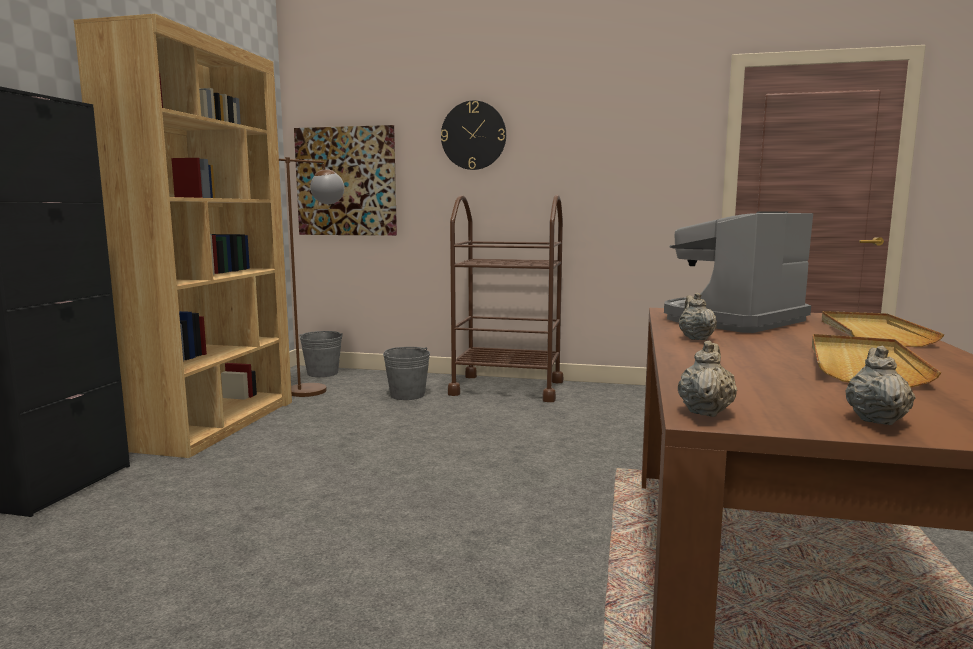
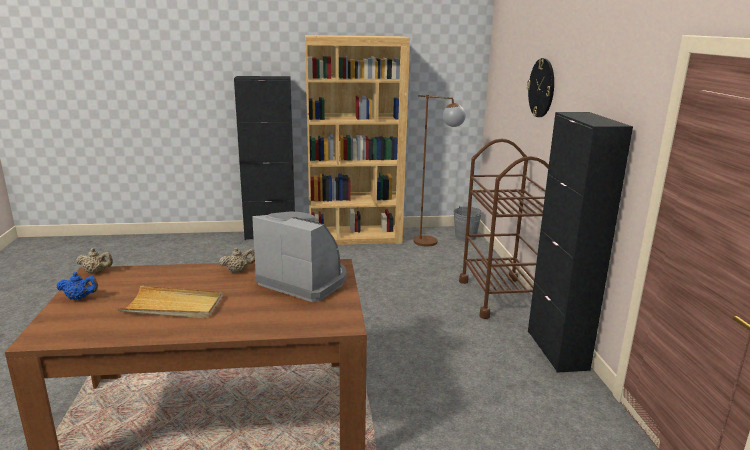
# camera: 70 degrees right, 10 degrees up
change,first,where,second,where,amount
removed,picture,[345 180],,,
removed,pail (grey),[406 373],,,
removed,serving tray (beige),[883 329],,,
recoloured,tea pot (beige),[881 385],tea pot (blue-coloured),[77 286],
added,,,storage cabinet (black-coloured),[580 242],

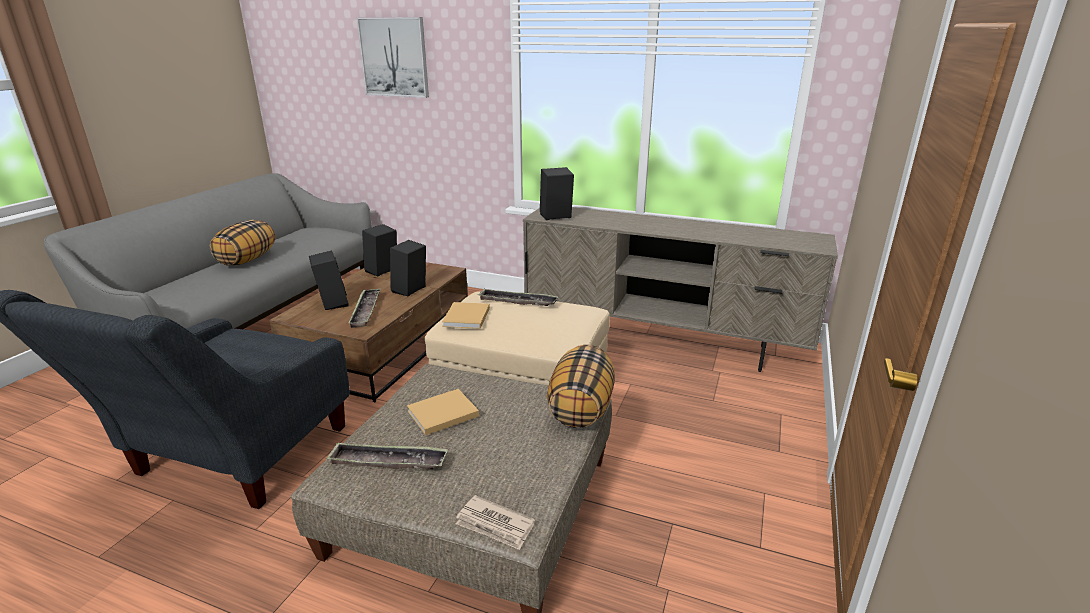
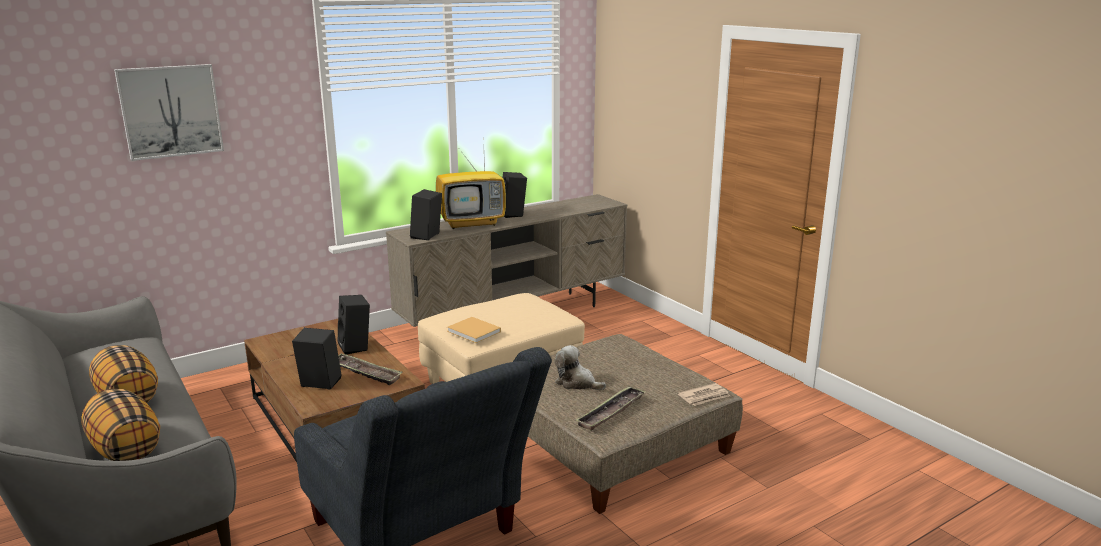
# camera: 55 degrees left, 5 degrees down
change,first,where,second,where,amount
moved,audio speaker (black-coloured),[379 250],,[515 195],
replaced,volume (beige),[443 412],cuddly toy,[580 367],
removed,serving tray,[517 297],,,
moved,throw pillow,[581 386],,[121 425],
added,,,television,[471 187],

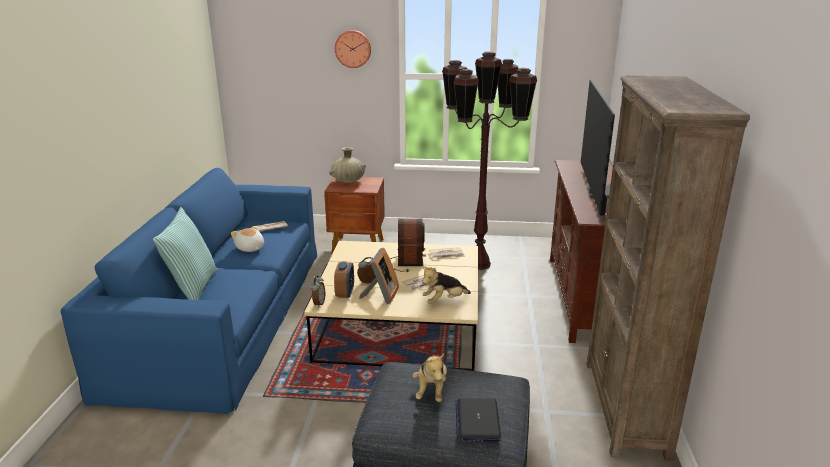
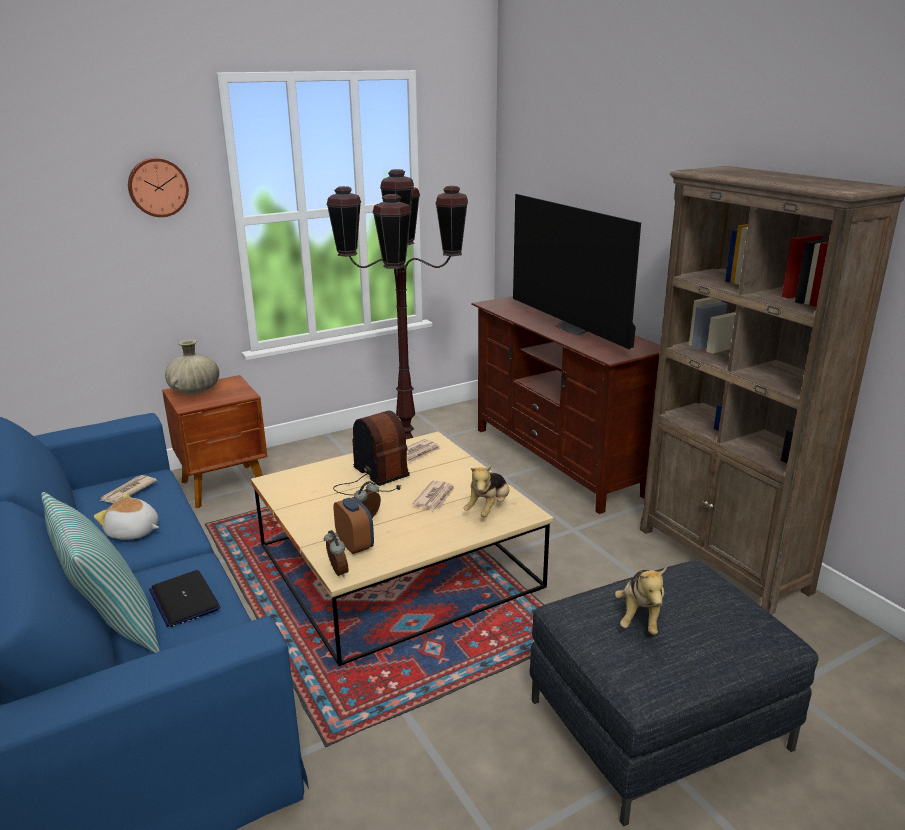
# camera: 35 degrees left, 0 degrees up
change,first,where,second,where,amount
removed,photo frame,[379 276],,,
turned,cuddly toy,[430 377],,[641 601],45 degrees clockwise
moved,portable computer,[478 419],,[184 598],

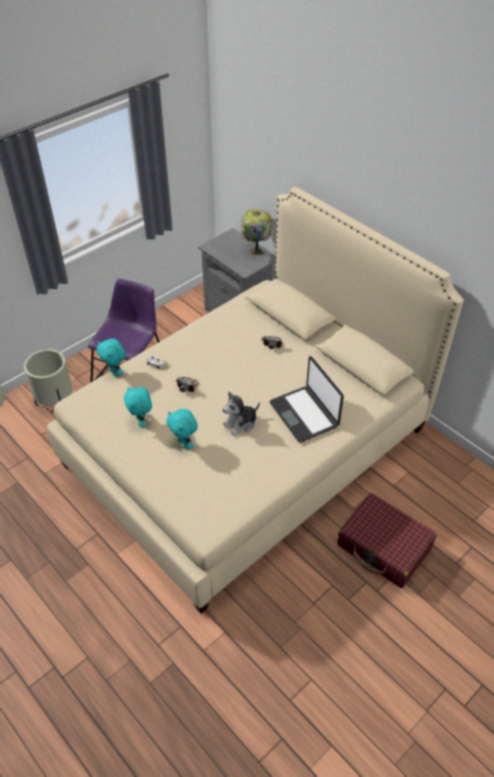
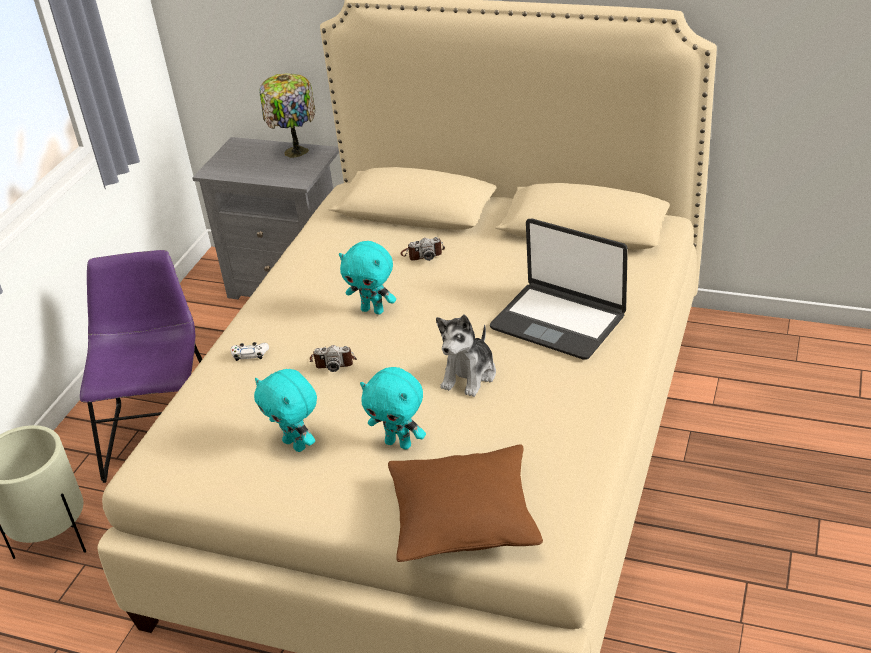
# camera: 25 degrees left, 10 degrees down
change,first,where,second,where,amount
moved,cuddly toy (blue-green),[111 358],,[367 277],
removed,travel case (reddish),[387 540],,,
added,,,throw pillow (brown-coloured),[465 503],

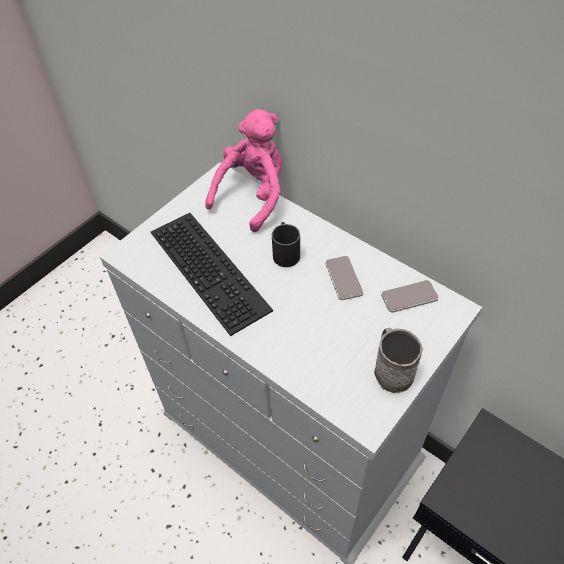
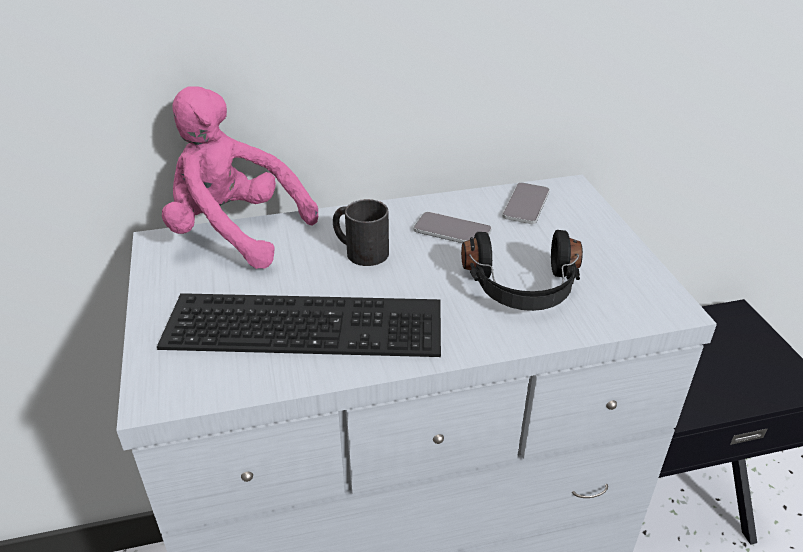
# camera: 55 degrees left, 15 degrees down
change,first,where,second,where,amount
turned,cuddly toy (pinkish),[243 170],,[240 177],45 degrees counterclockwise
removed,coffee mug (grey),[398 360],,,
added,,,headset (black-coloured),[522 270],

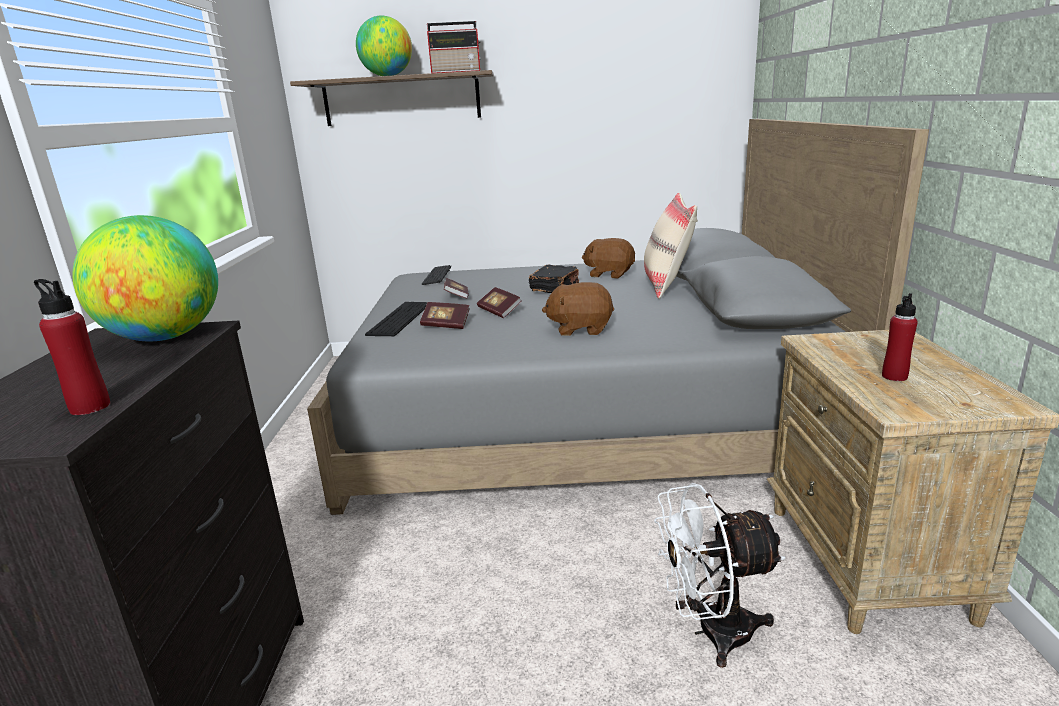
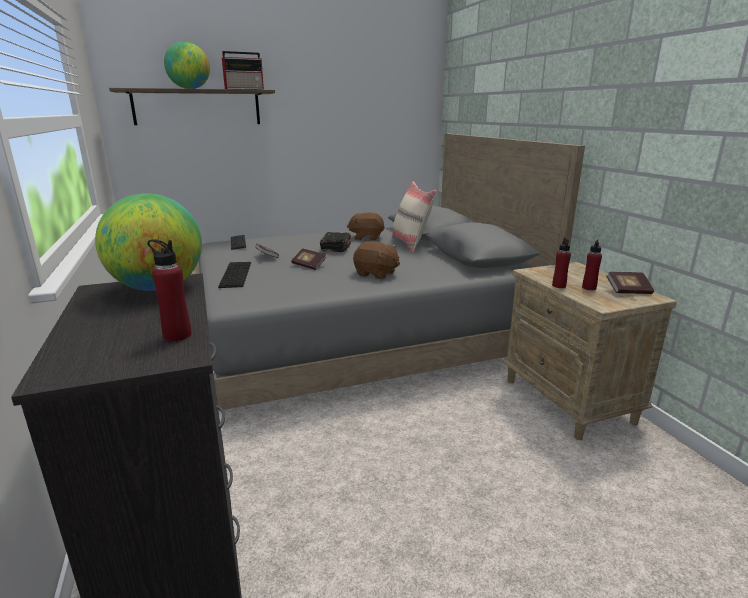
# camera: 20 degrees left, 0 degrees up
change,first,where,second,where,amount
moved,volume,[444 315],,[630 283],
turned,cuddly toy (brown-coloured),[578 309],,[376 260],135 degrees counterclockwise
removed,electric fan (white),[720 575],,,
added,,,beverage bottle (reddish),[561 263],

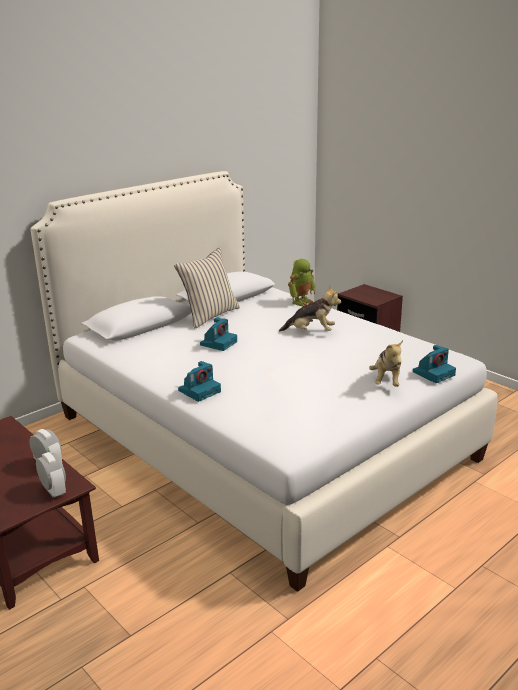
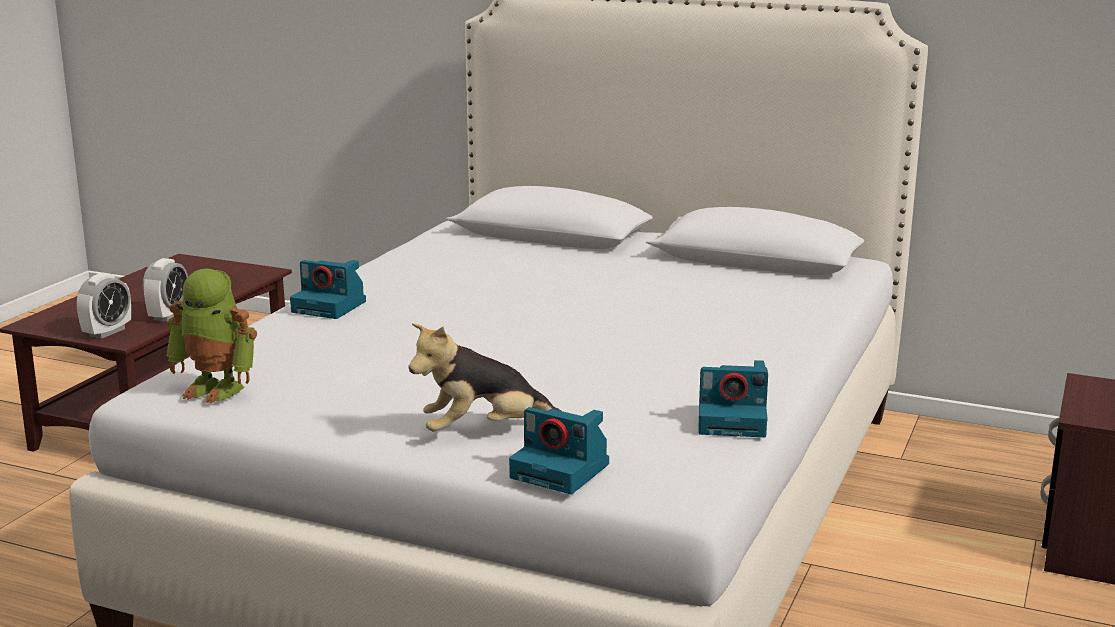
# camera: 65 degrees right, 5 degrees down
change,first,where,second,where,amount
removed,throw pillow (beige),[207 287],,,
moved,still camera,[218 334],,[733 398],
removed,cuddly toy,[310 309],,,
moved,model robot,[302 282],,[211 336],

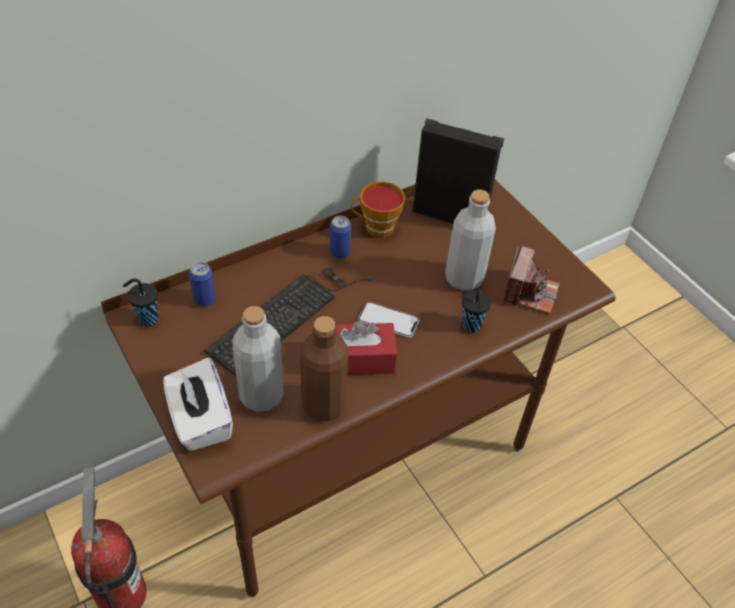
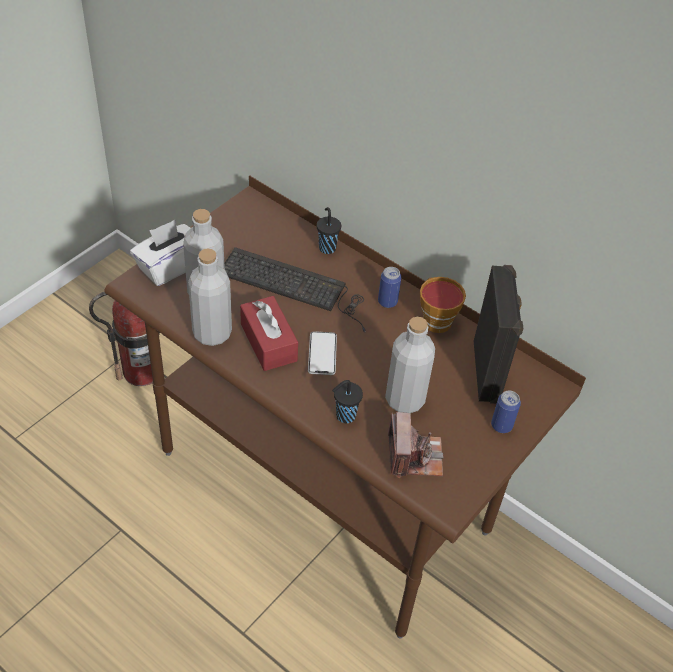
# camera: 70 degrees right, 0 degrees up
change,first,where,second,where,amount
moved,small cup (black-coloured),[141 302],,[329 230],
moved,metal can,[202 284],,[506 411],
recoloured,beverage bottle (brown-coloured),[324 368],beverage bottle (grey),[210 297],
turned,still camera,[531 280],,[416 445],90 degrees counterclockwise

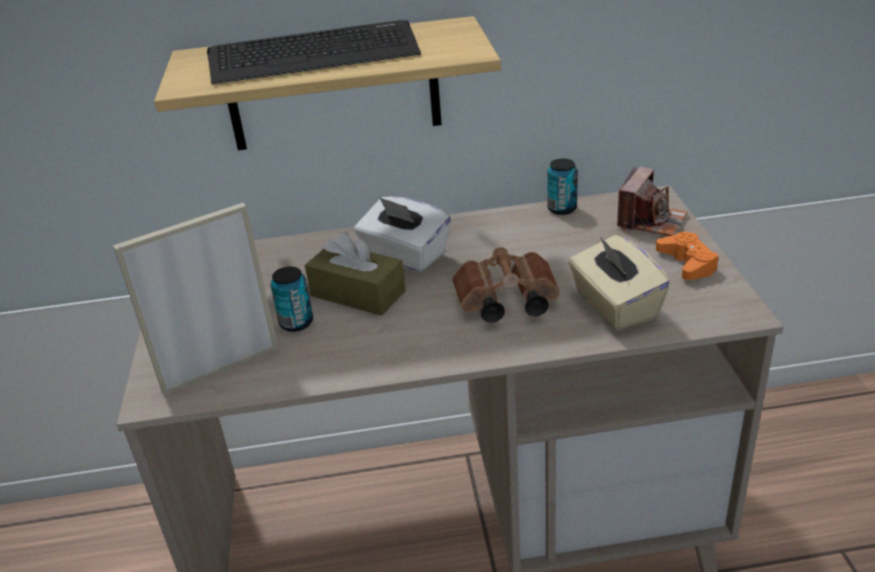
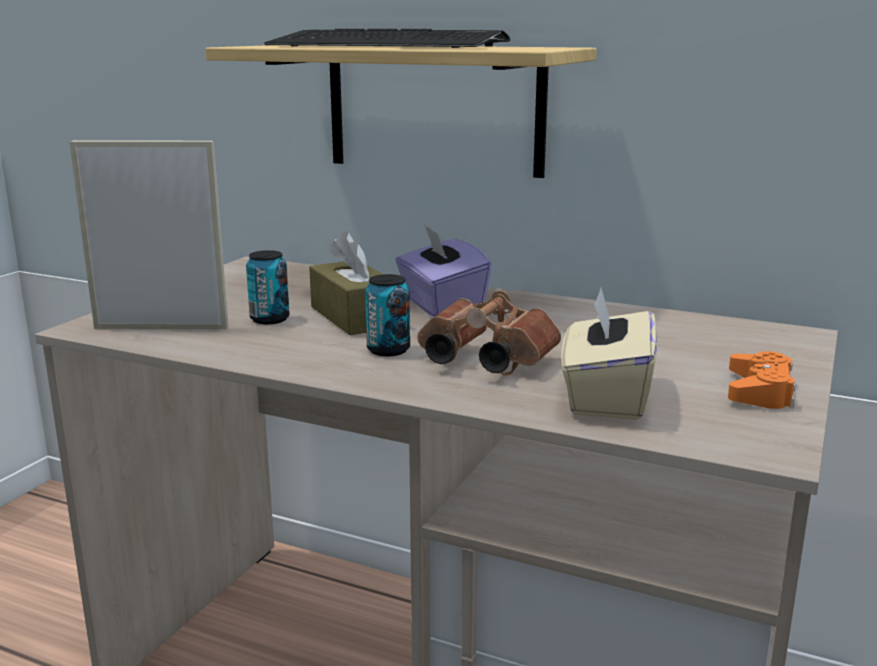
# camera: 30 degrees right, 15 degrees down
change,first,where,second,where,amount
recoloured,tissue holder (white),[402 234],tissue holder (purplish),[444 270],
moved,metal can,[562 187],,[387 315],
removed,still camera,[652 201],,,

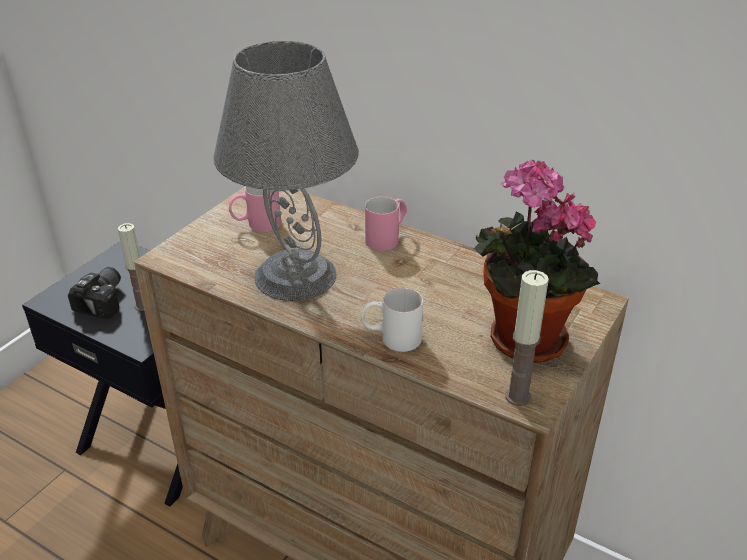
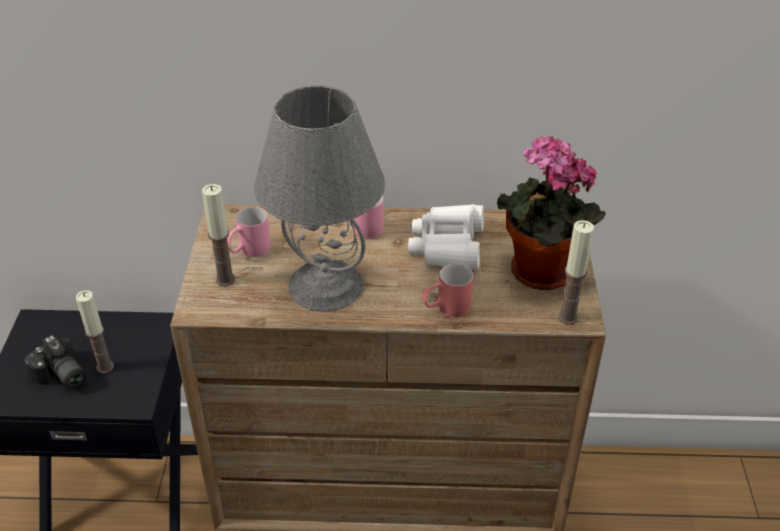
# camera: 30 degrees left, 5 degrees up
change,first,where,second,where,amount
turned,still camera,[94 293],,[55 361],150 degrees clockwise
recoloured,coffee mug (white),[392 320],coffee mug (reddish),[447 290],
added,,,candle,[218 235],
added,,,field glasses (white),[446 237],

